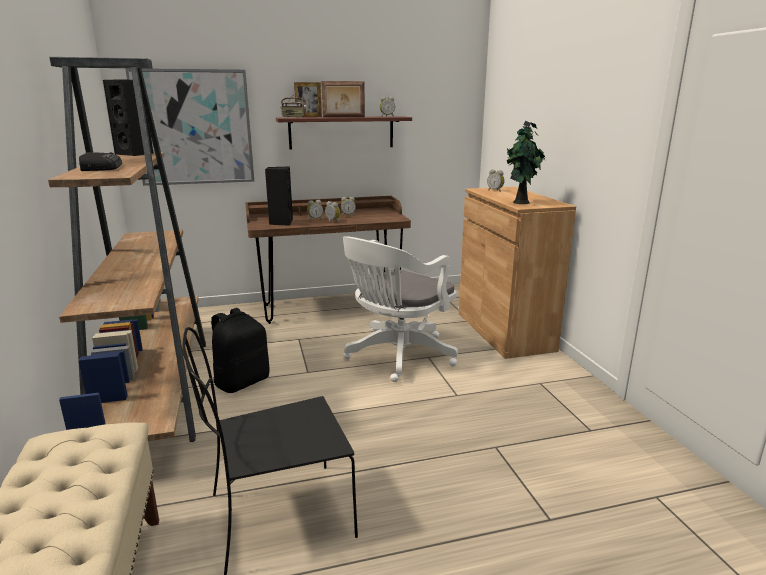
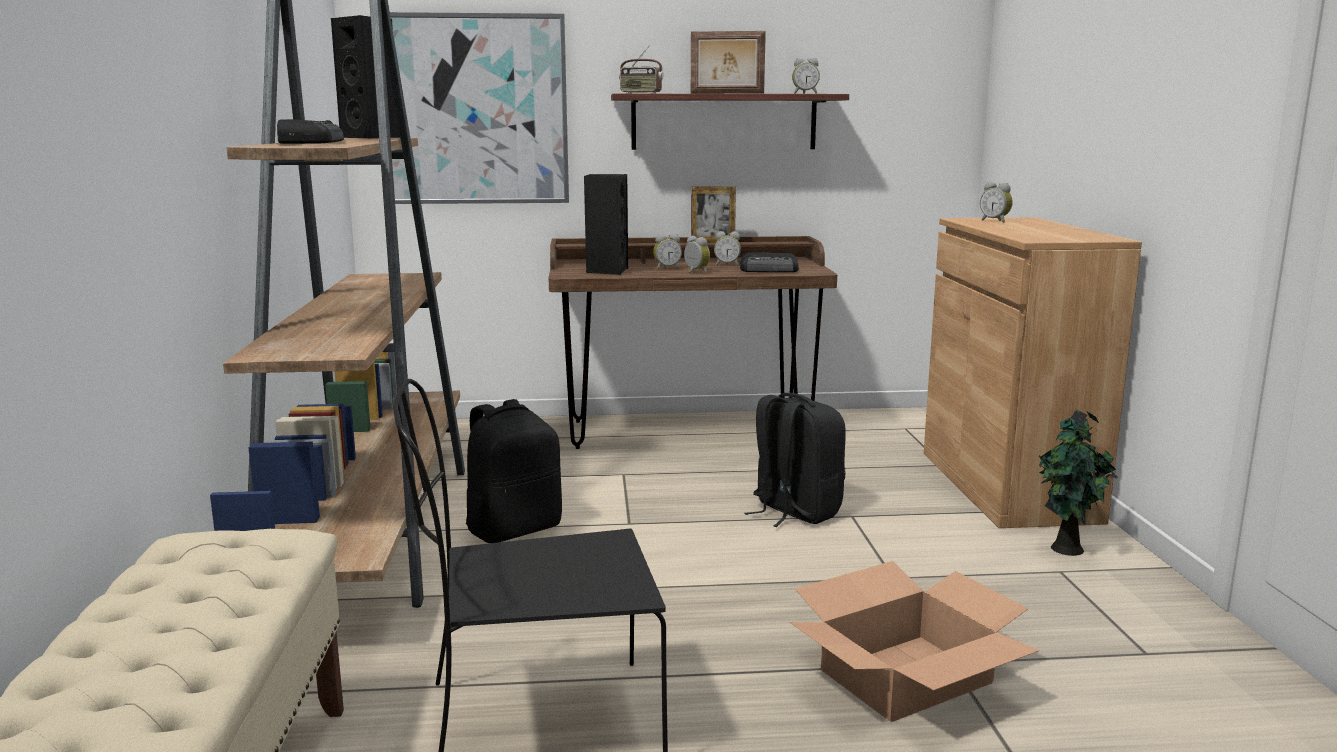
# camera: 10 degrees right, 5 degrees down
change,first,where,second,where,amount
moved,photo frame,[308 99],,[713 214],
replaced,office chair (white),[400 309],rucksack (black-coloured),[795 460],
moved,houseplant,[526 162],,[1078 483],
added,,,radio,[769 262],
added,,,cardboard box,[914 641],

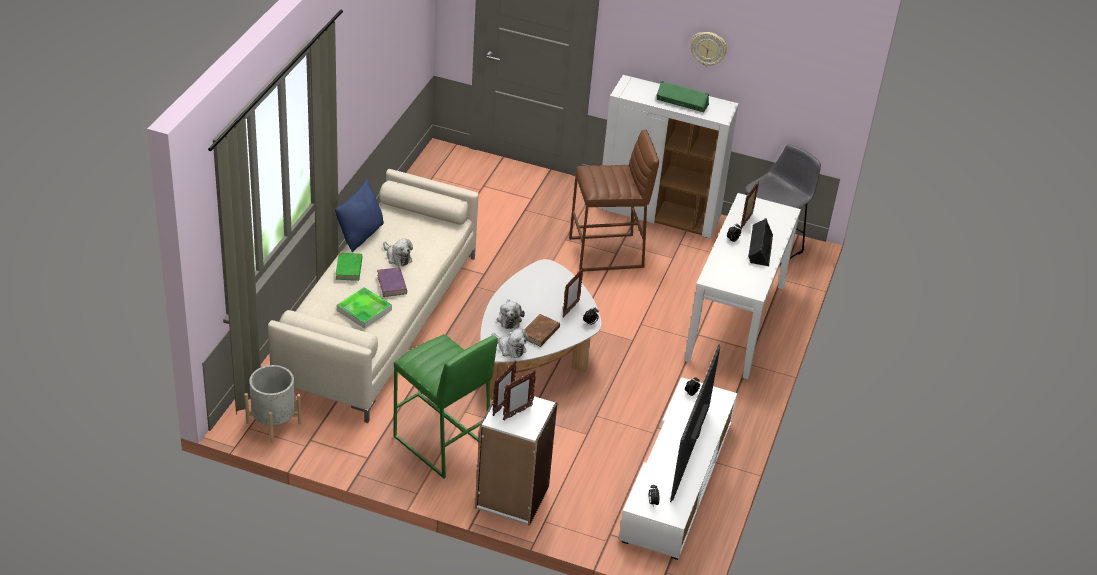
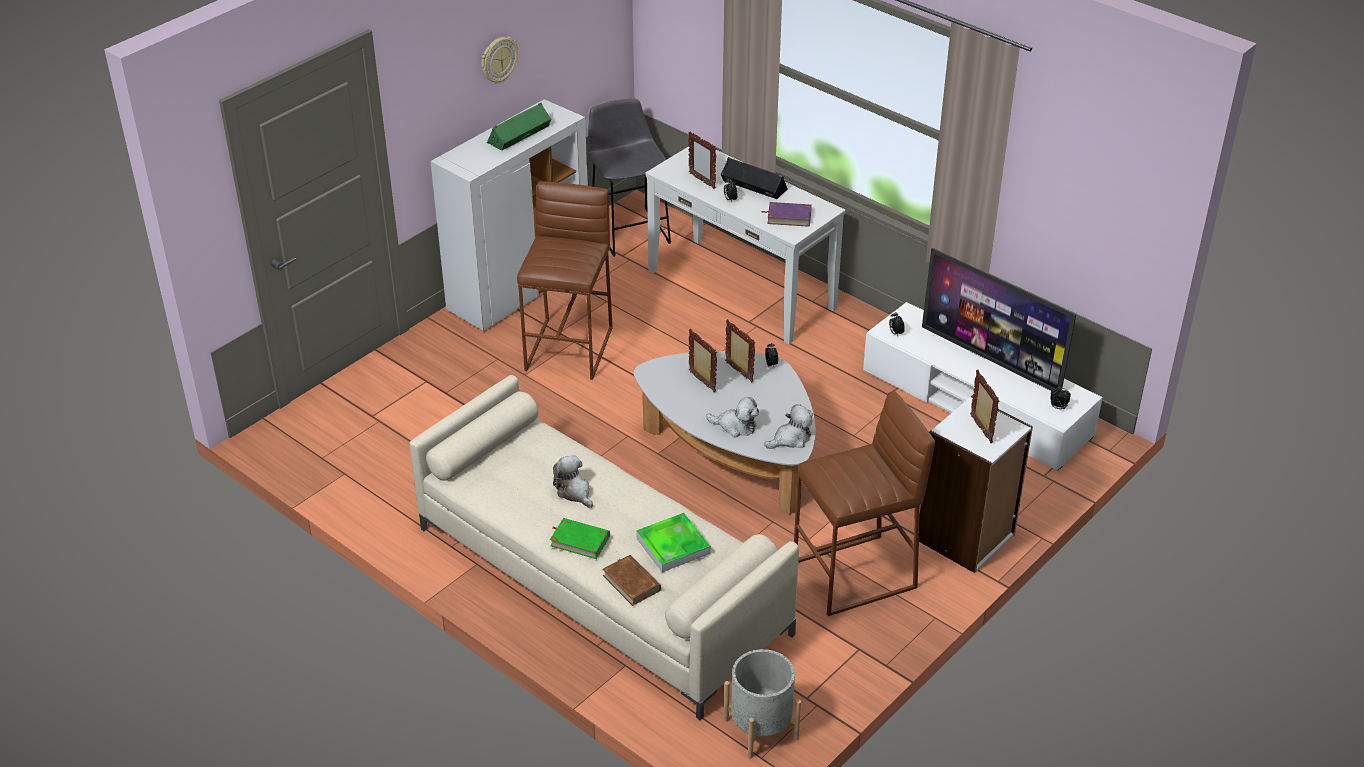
# camera: 65 degrees left, 0 degrees up
change,first,where,second,where,amount
removed,throw pillow (blue-coloured),[359 215],,,
moved,volume (purplish),[392 282],,[787 214],
turned,cuddly toy,[398 252],,[573 481],105 degrees counterclockwise
recoloured,stool seat (greenish),[445 406],stool seat (brown-coloured),[864 503],
moved,photo frame,[505 388],,[703 360],
moved,volume (brown-coloured),[542 330],,[631 580],

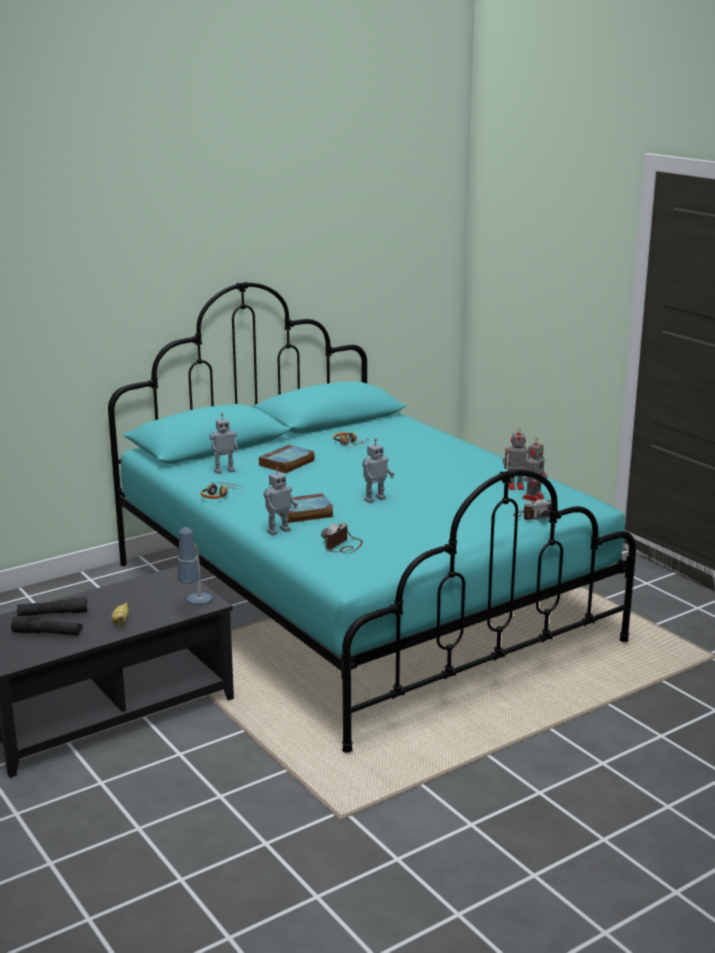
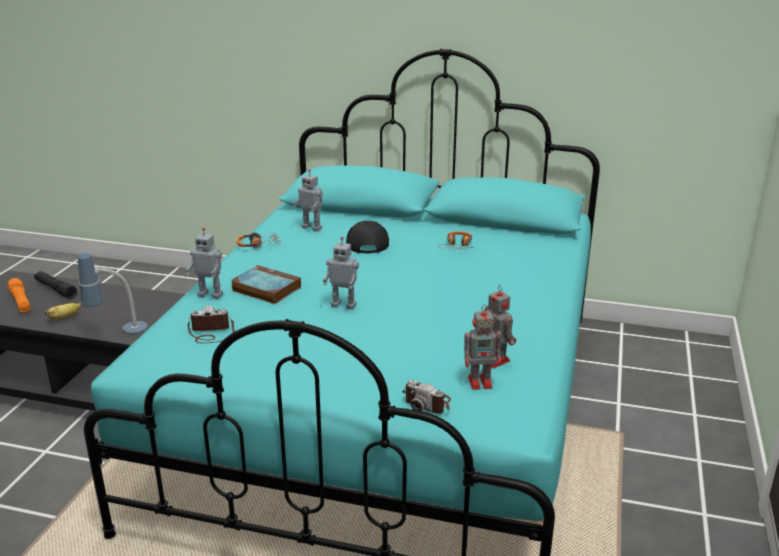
# camera: 50 degrees right, 5 degrees up
change,first,where,second,where,amount
recoloured,flashlight (black-coloured),[47 626],flashlight (orange-coloured),[19 295],
replaced,volume,[287 459],baseball cap (black-coloured),[367 237],

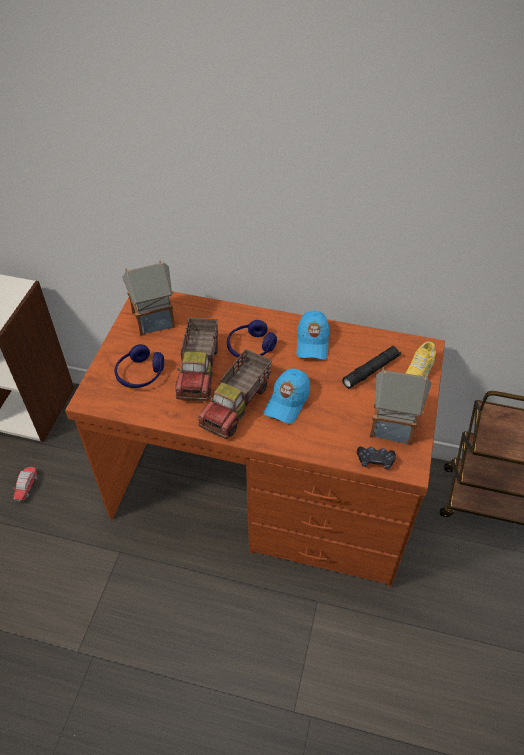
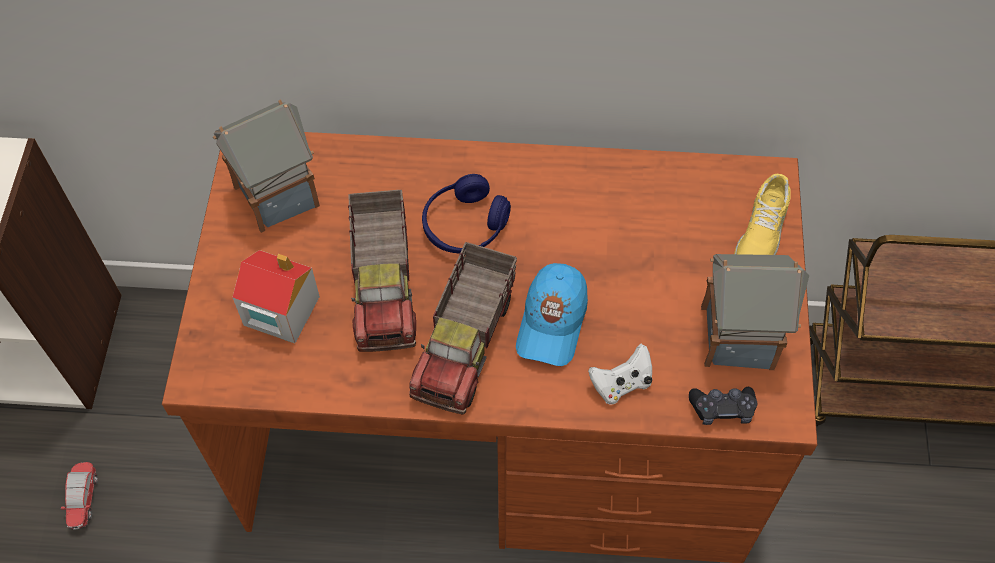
# camera: 10 degrees left, 10 degrees up
change,first,where,second,where,amount
replaced,headset (blue-coloured),[139 366],model house,[276 296],
removed,baseball cap (blue-coloured),[313 335],,,
removed,flashlight (black-coloured),[371 367],,,
added,,,gamepad (white),[620 374],

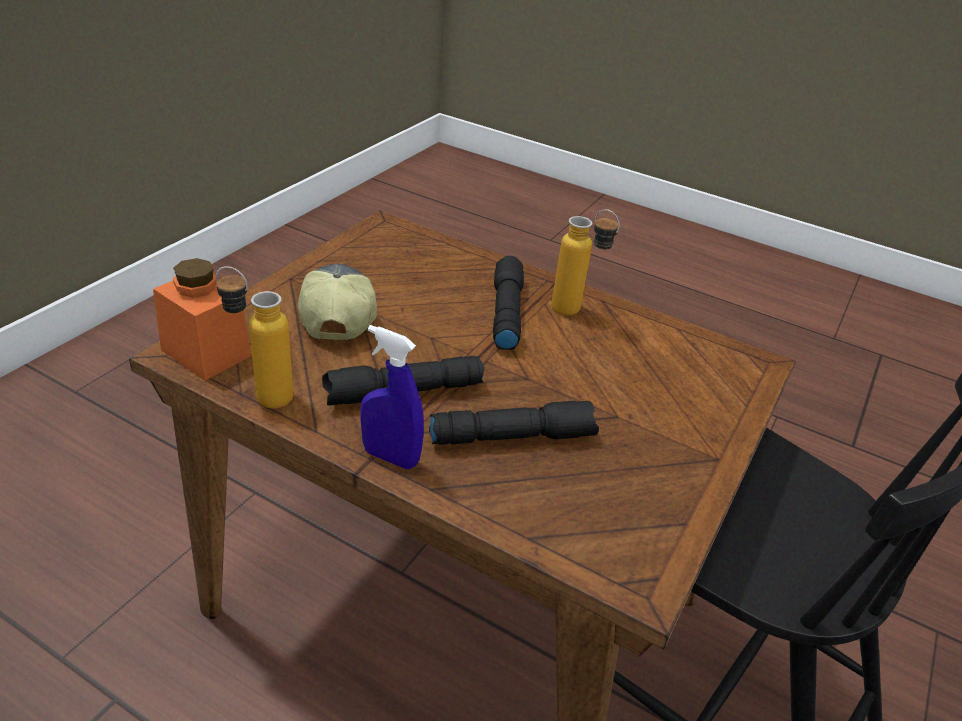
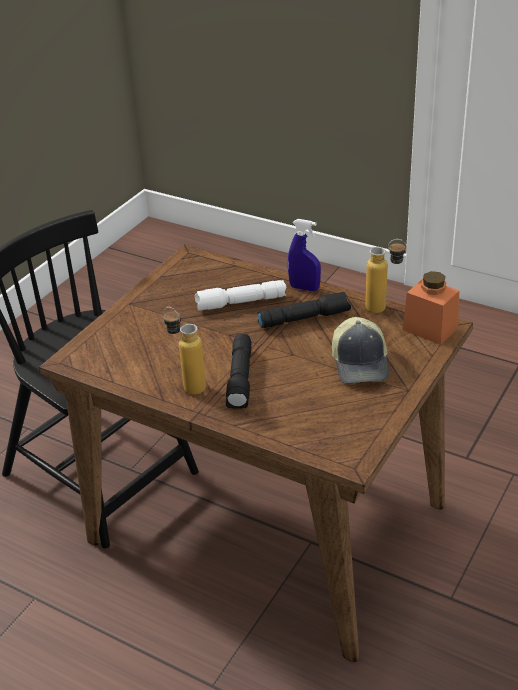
# camera: 175 degrees left, 0 degrees up
change,first,where,second,where,amount
recoloured,flashlight (black-coloured),[514 423],flashlight (white),[241 295],

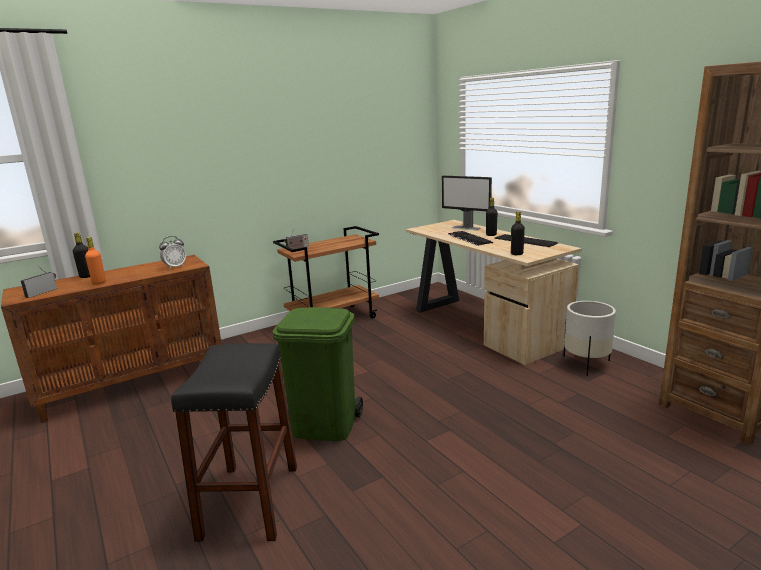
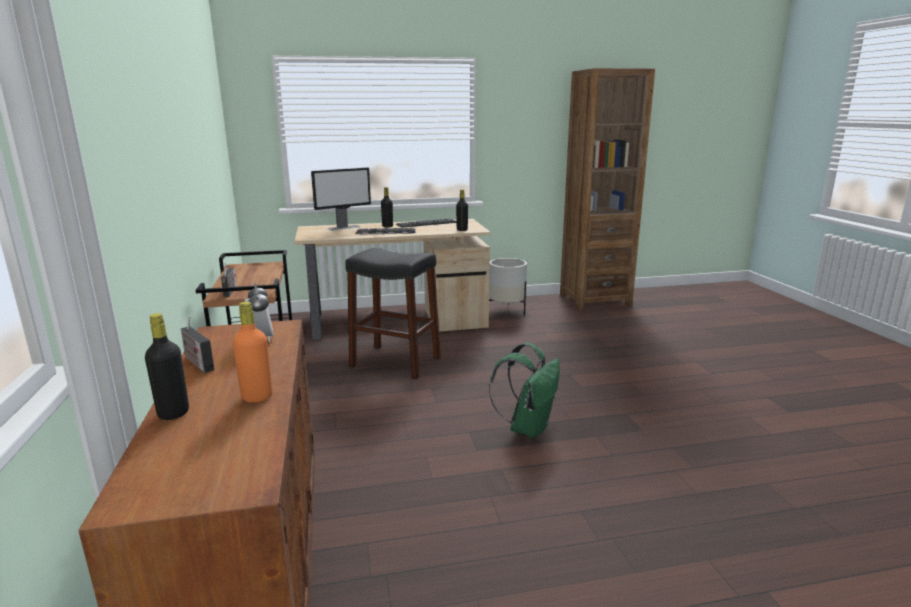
# camera: 70 degrees left, 0 degrees up
change,first,where,second,where,amount
moved,radio,[39 282],,[198 344],
moved,stool seat (black-coloured),[234 442],,[393 313],
replaced,rubbish bin (greenish),[317 374],rucksack (greenish),[524 390],

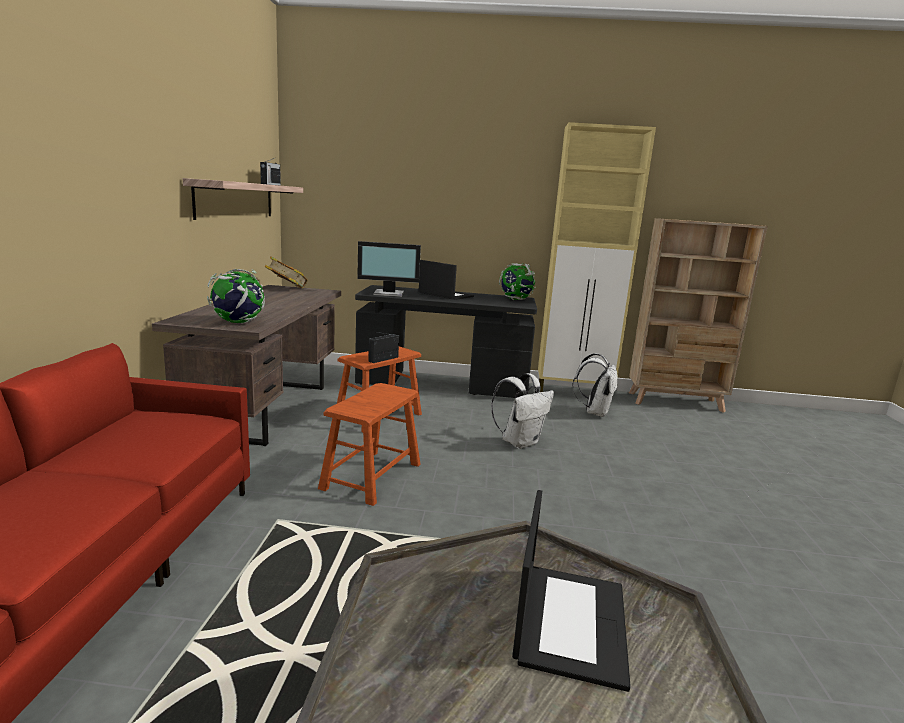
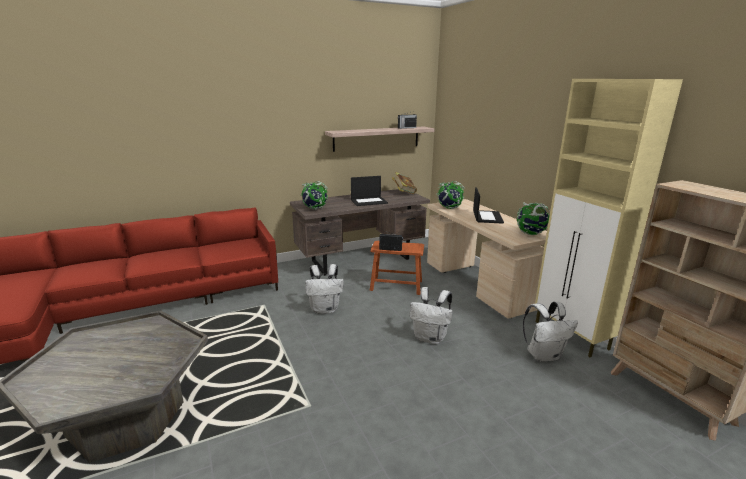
# camera: 60 degrees right, 5 degrees up
change,first,where,second,where,amount
replaced,stool seat (brown-coloured),[369 444],rucksack (white),[324 289],
recoloured,desk table (black-coloured),[446 341],desk table (beige),[487 259],
replaced,computer screen,[389 269],desk globe,[450 195],
moved,portable computer,[571 591],,[369 191],

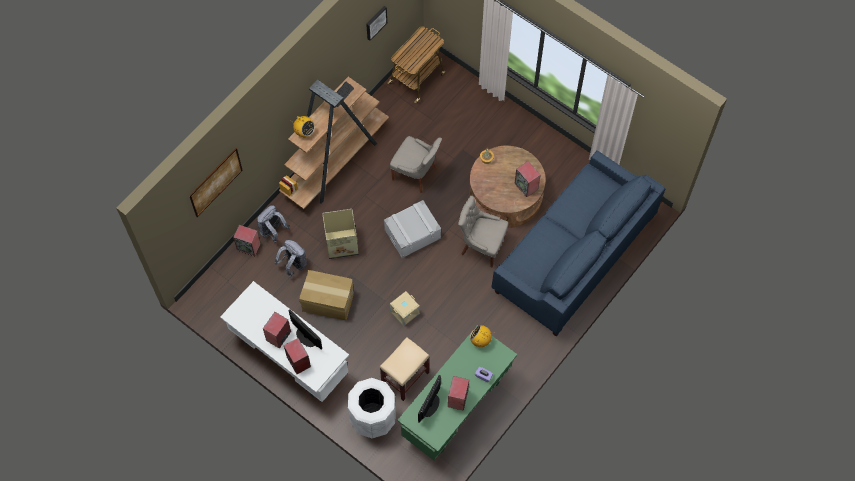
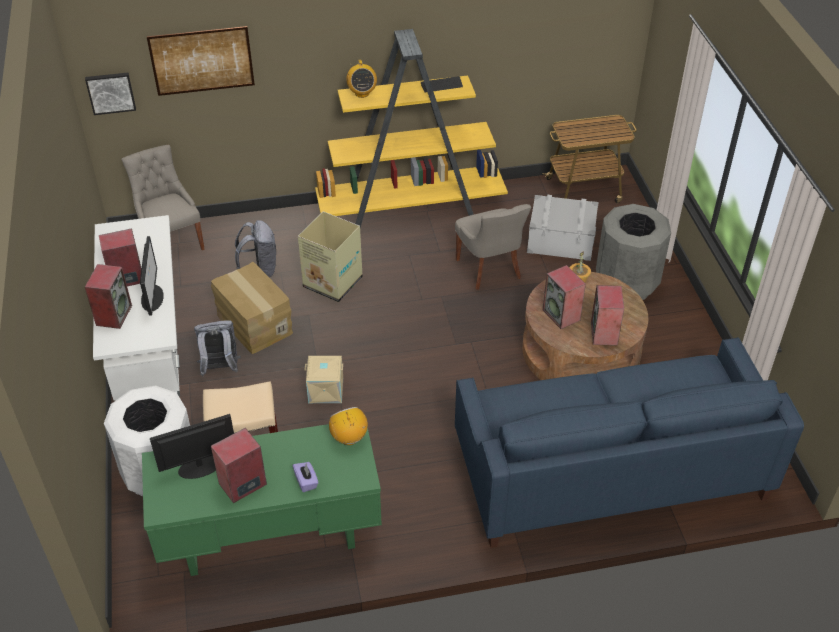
# camera: 40 degrees right, 20 degrees down
change,first,where,second,where,amount
moved,audio speaker,[247 240],,[564 297],
moved,rucksack (grey),[273 224],,[217 348],
recoloured,shelving unit (brown-coloured),[334 143],shelving unit (yellowish),[411 128],
moved,picture,[376 23],,[110 94],
moved,storage bin (grey),[412 229],,[562 228],
moved,plain chair (grey),[483 231],,[162 197],
added,,,rubbish bin (grey),[633 252],

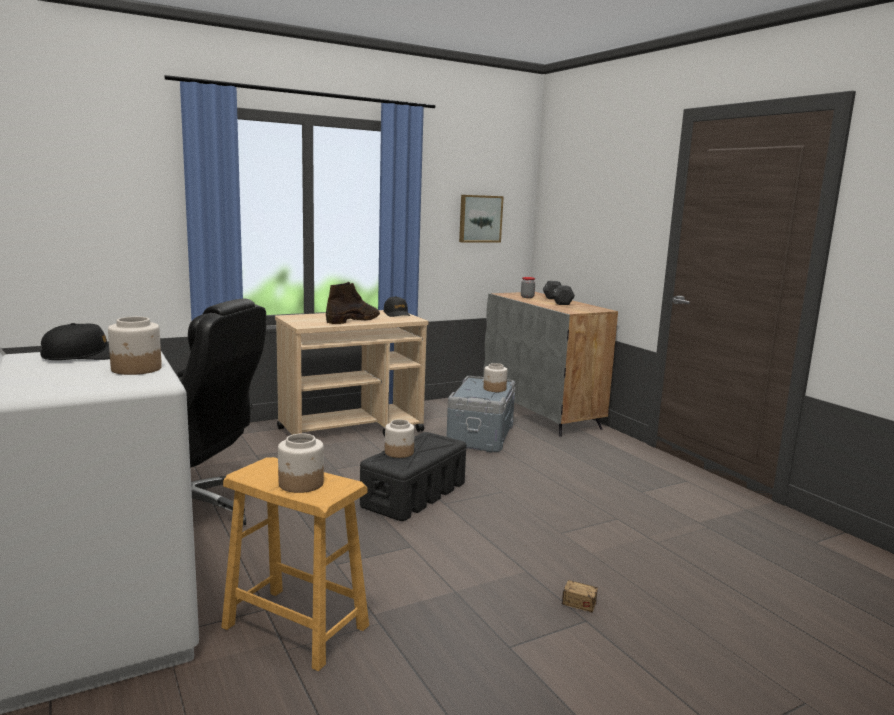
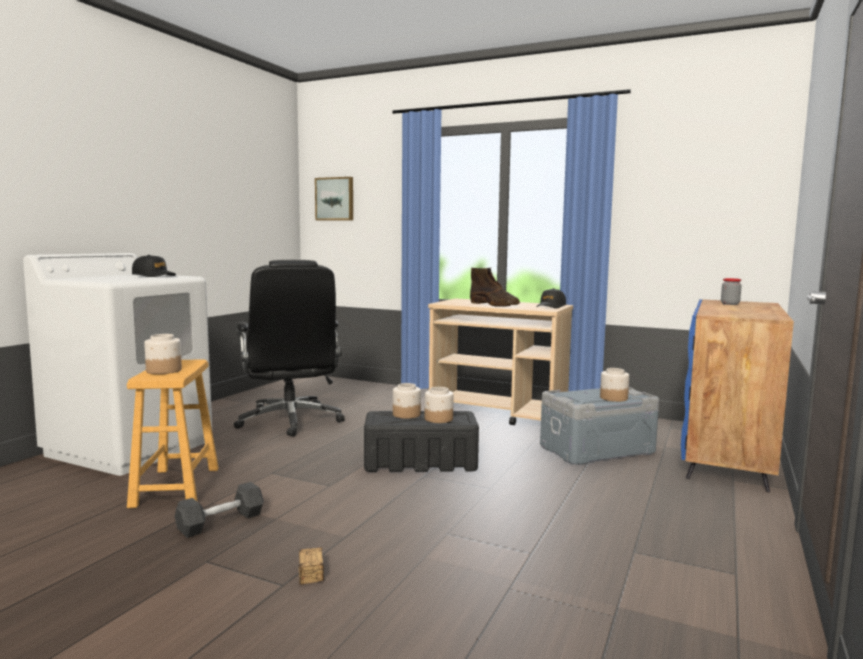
# camera: 55 degrees right, 5 degrees down
change,first,where,second,where,amount
moved,jar,[135 346],,[439 405],
turned,high-top boot (brown-coloured),[353 303],,[495 287],45 degrees clockwise
moved,picture,[481 219],,[334 199],
recoloured,storage cabinet (grey),[550 364],storage cabinet (blue-coloured),[737 395],
moved,dumbbell (black-coloured),[559 293],,[219 510],

